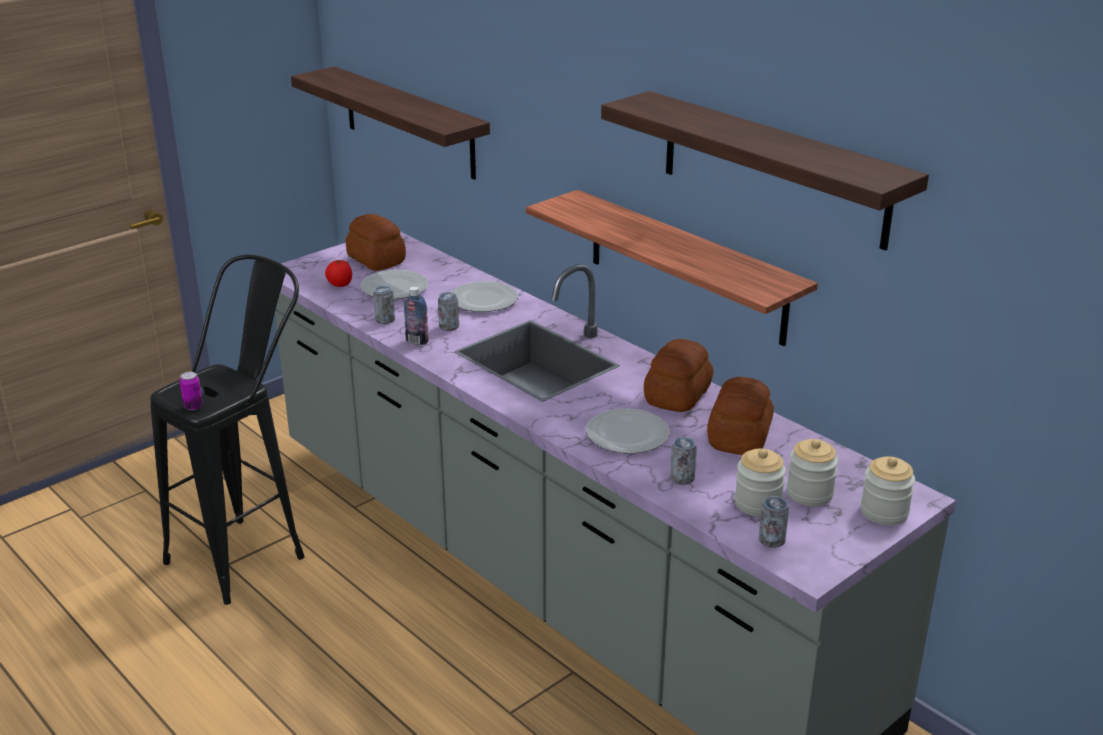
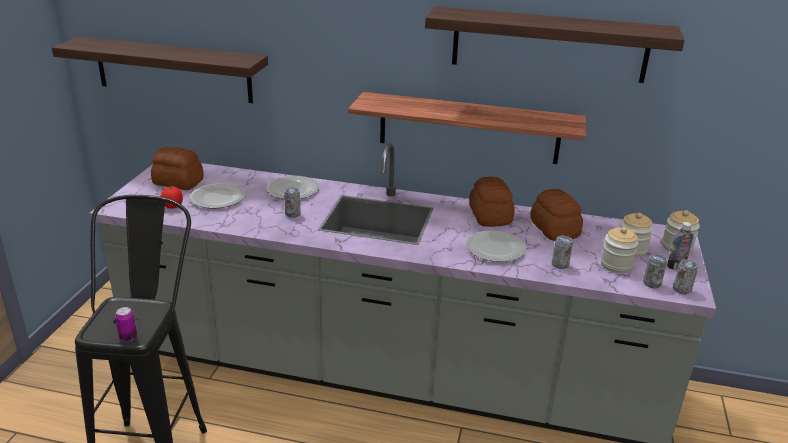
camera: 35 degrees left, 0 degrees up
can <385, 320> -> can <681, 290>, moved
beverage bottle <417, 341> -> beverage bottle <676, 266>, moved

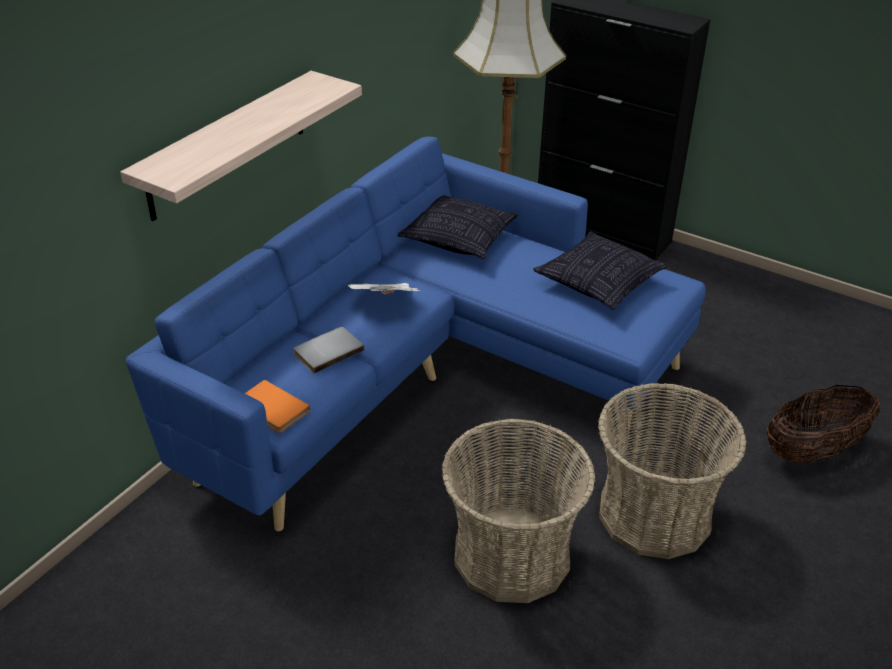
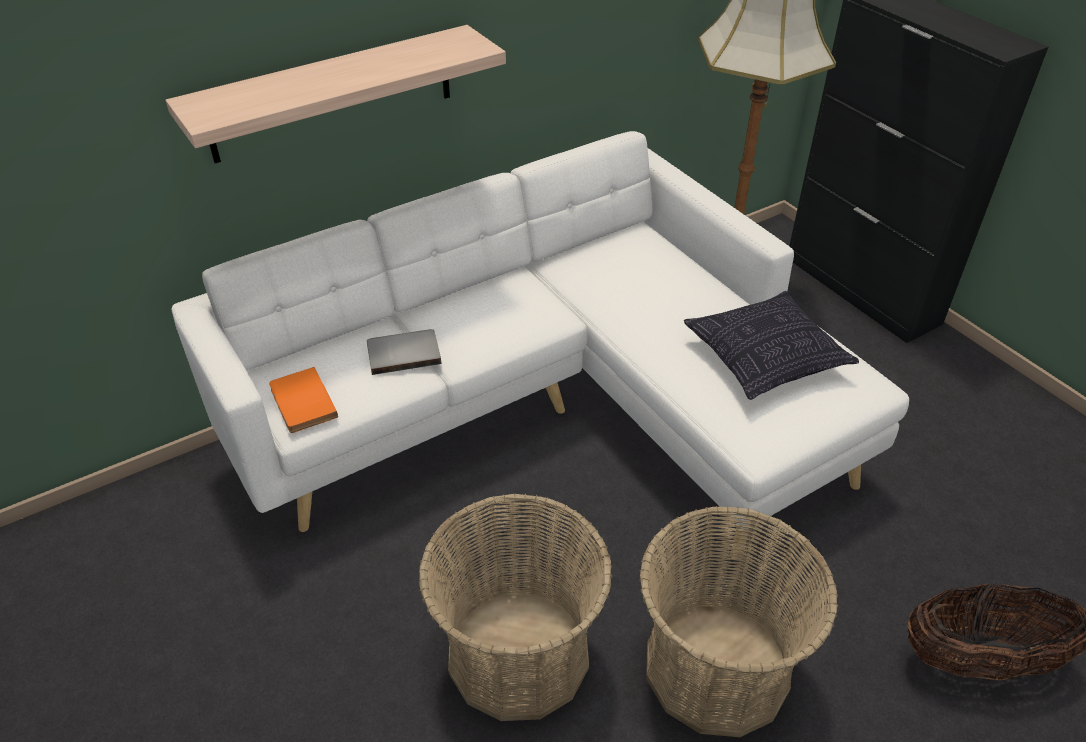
camera: 25 degrees right, 5 degrees up
settee (blue-coloured) <434, 380> -> settee (white) <561, 413>
cushion <459, 239> -> none
printed paper <387, 303> -> none

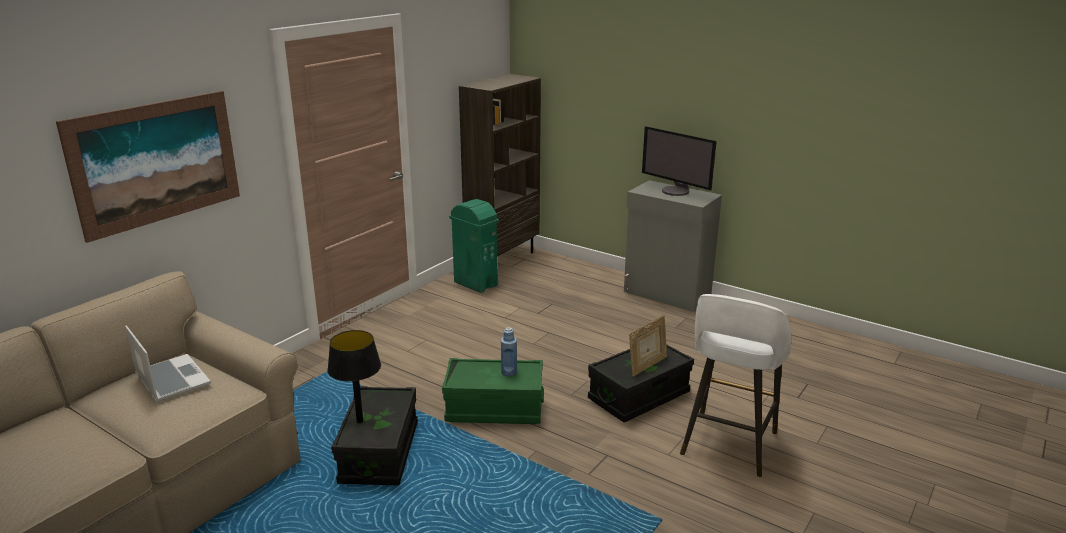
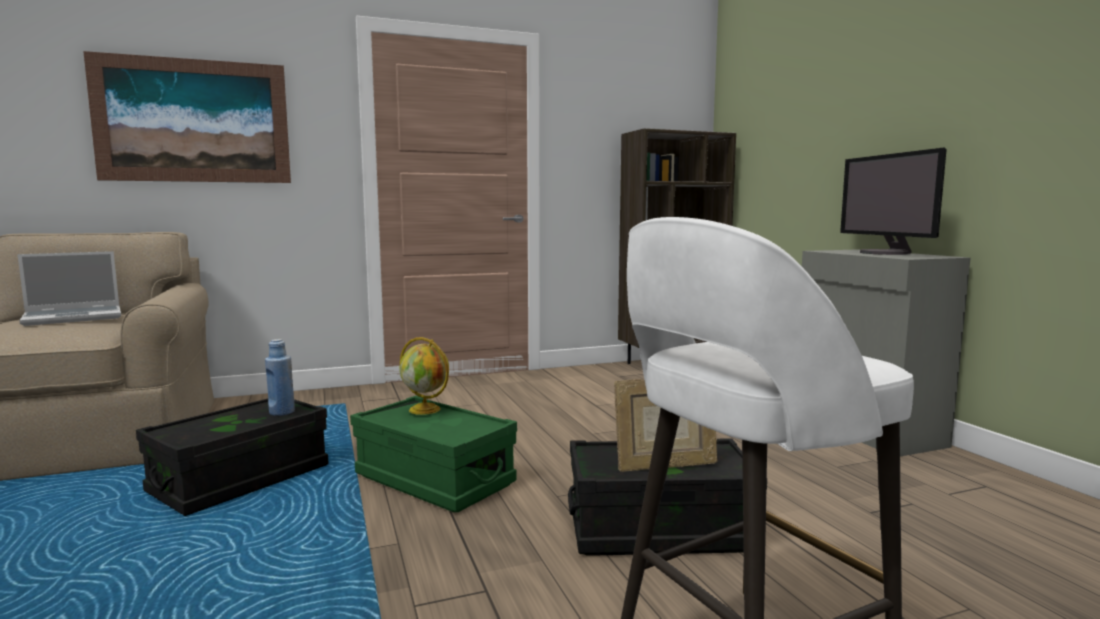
camera: 35 degrees right, 15 degrees down
waste bin (green) <475, 284> -> none
portable computer <171, 379> -> portable computer <75, 317>, 60 degrees clockwise
beverage bottle (blue-coloured) <509, 372> -> beverage bottle (blue-coloured) <282, 412>, moved
tabletop lamp (black-coloured) <360, 421> -> none
none -> globe <425, 409>

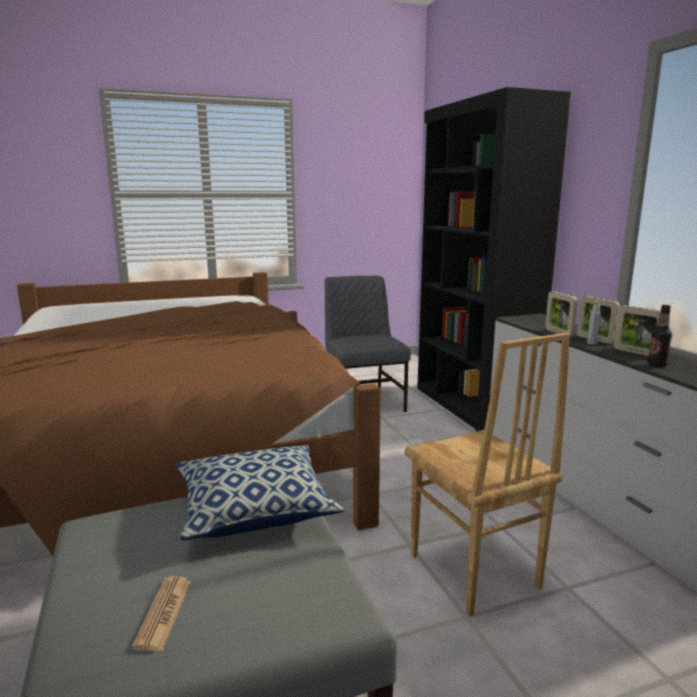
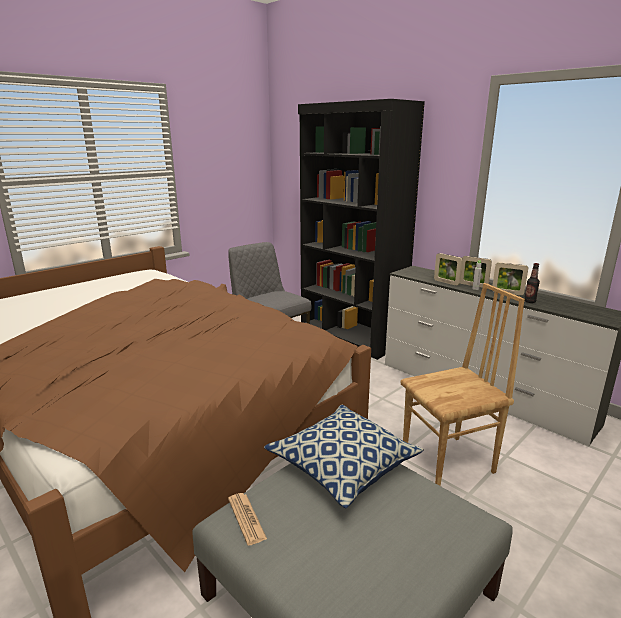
camera: 25 degrees left, 5 degrees up
upright chair (brown-coloured) <472, 572> -> upright chair (brown-coloured) <449, 463>, 60 degrees counterclockwise
printed paper <163, 613> -> printed paper <246, 518>, moved

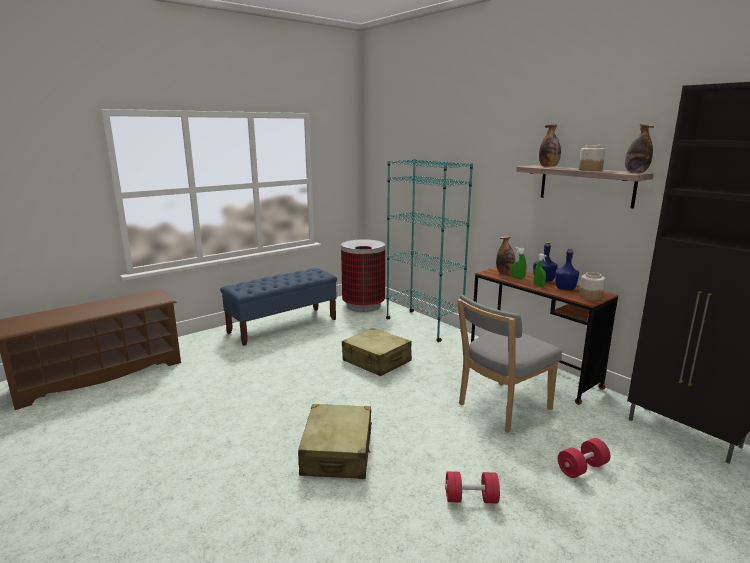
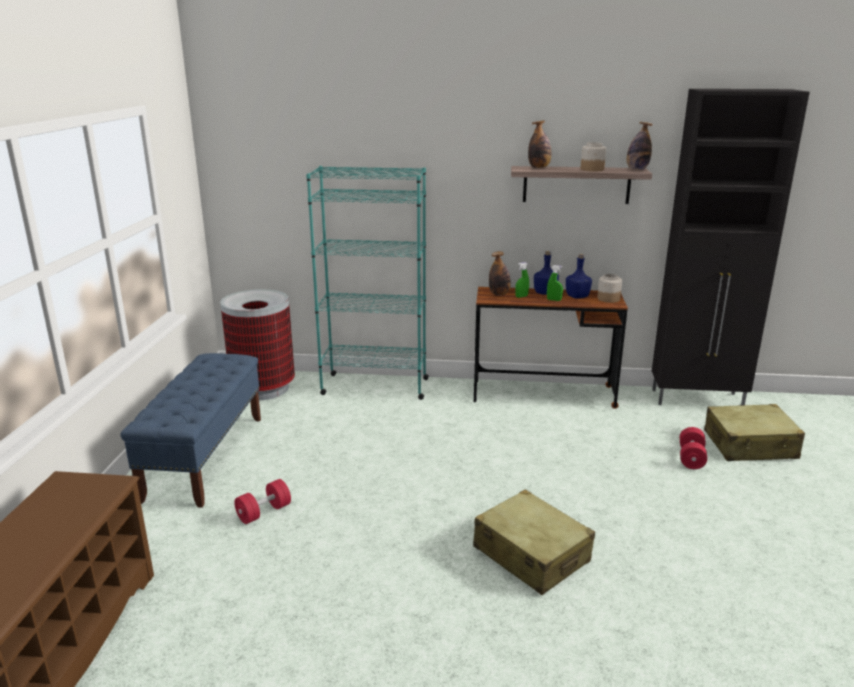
camera: 45 degrees left, 5 degrees up
upright chair (greyish) <501, 408> -> none
travel case (sand-coloured) <376, 361> -> travel case (sand-coloured) <750, 445>, moved
dumbbell (red) <471, 498> -> dumbbell (red) <264, 512>, moved

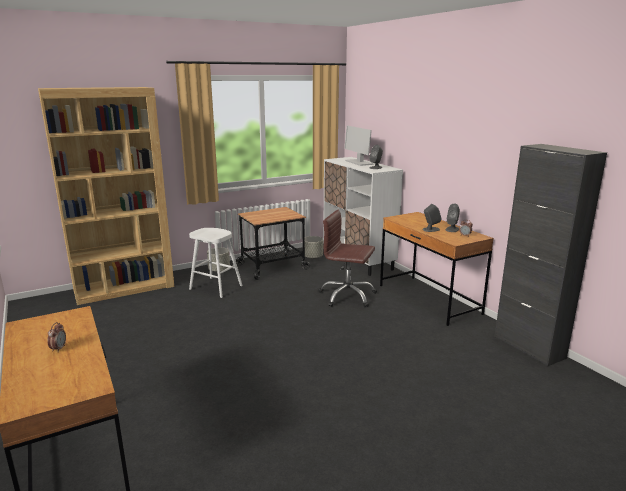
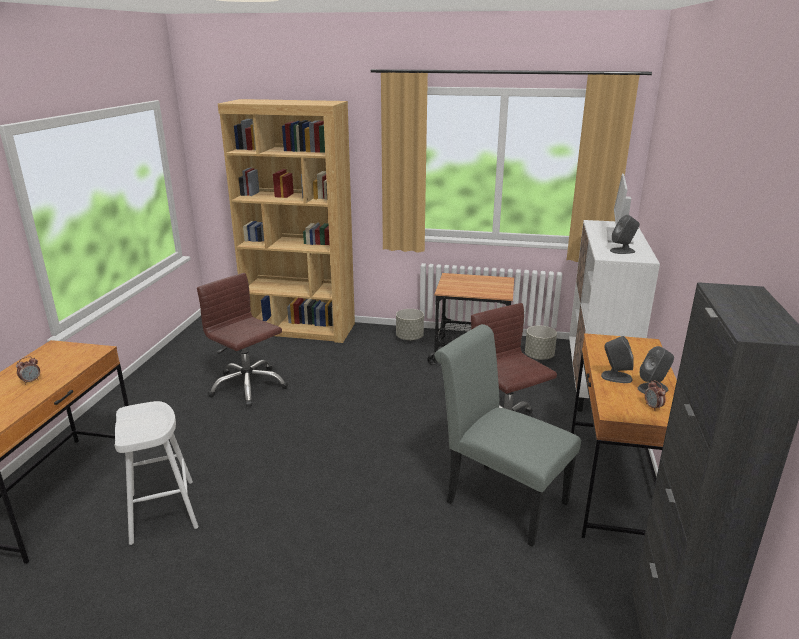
camera: 40 degrees right, 5 degrees up
sitting stool (white) <215, 287> -> sitting stool (white) <162, 511>, moved
none -> computer chair (brown-coloured) <247, 386>
none -> upright chair (greyish) <499, 499>

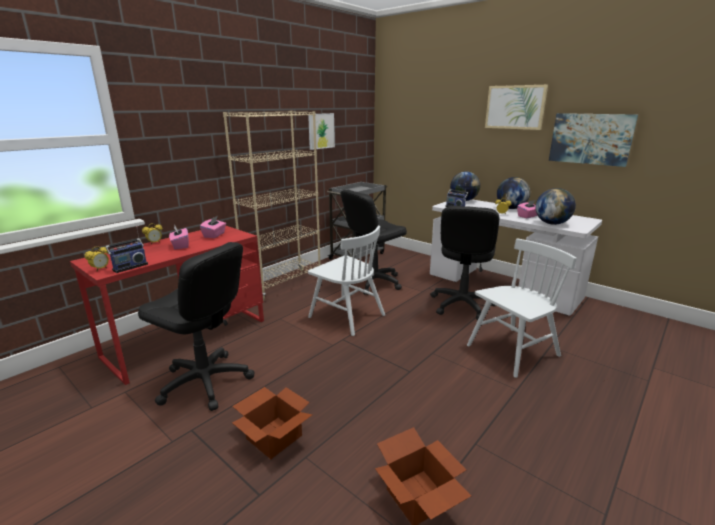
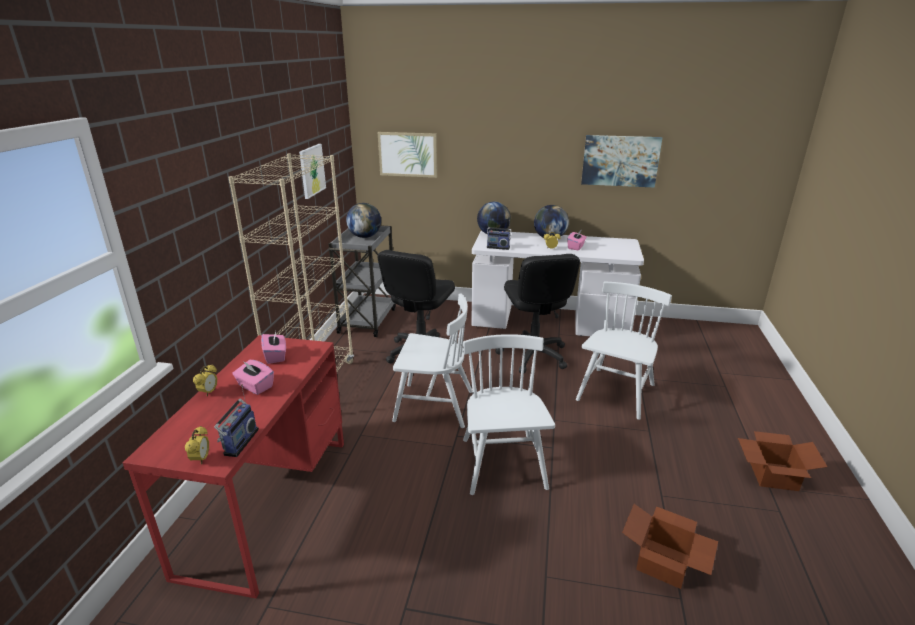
camera: 30 degrees left, 5 degrees up
wall art <515, 107> -> wall art <408, 154>, moved
globe <552, 223> -> globe <365, 236>, moved
computer chair (black-coloured) <205, 382> -> none
packing box <274, 436> -> packing box <771, 475>, moved
none -> upright chair (white) <503, 464>

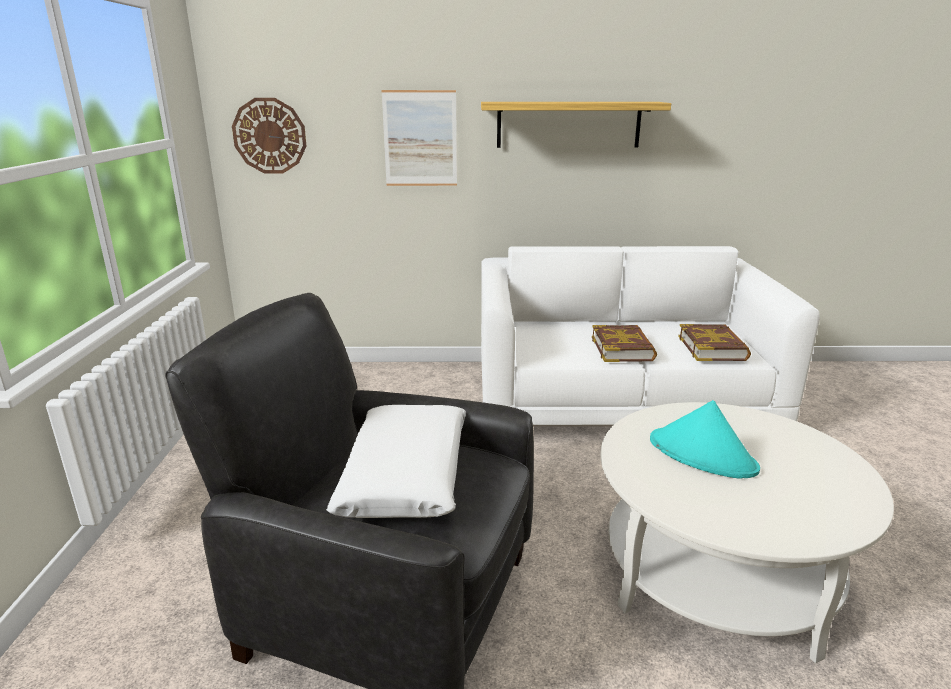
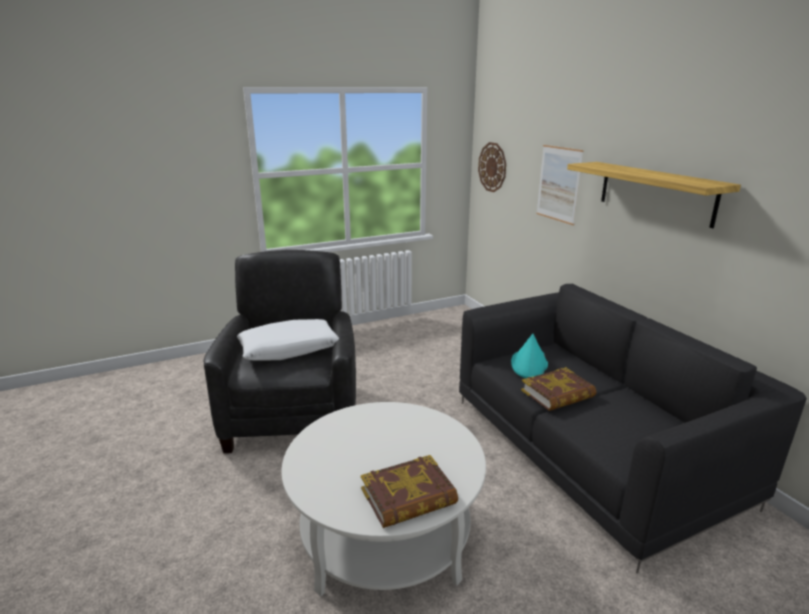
camera: 65 degrees right, 0 degrees up
settee (white) <619, 398> -> settee (black-coloured) <591, 449>
book <712, 348> -> book <408, 497>, moved
wearable hat (turquoise) <702, 454> -> wearable hat (turquoise) <529, 364>, moved

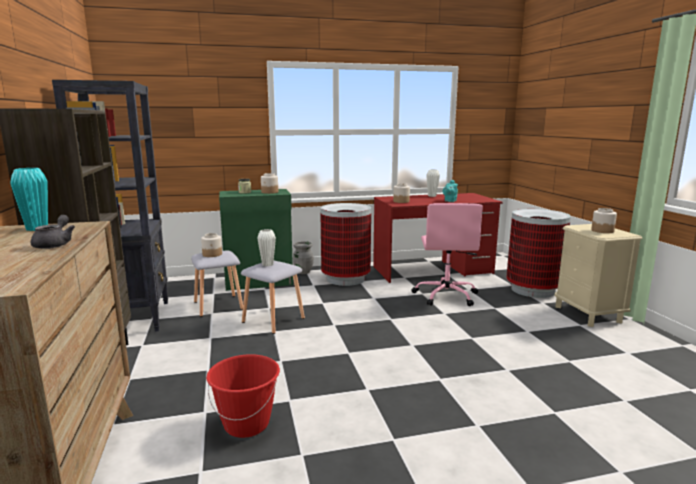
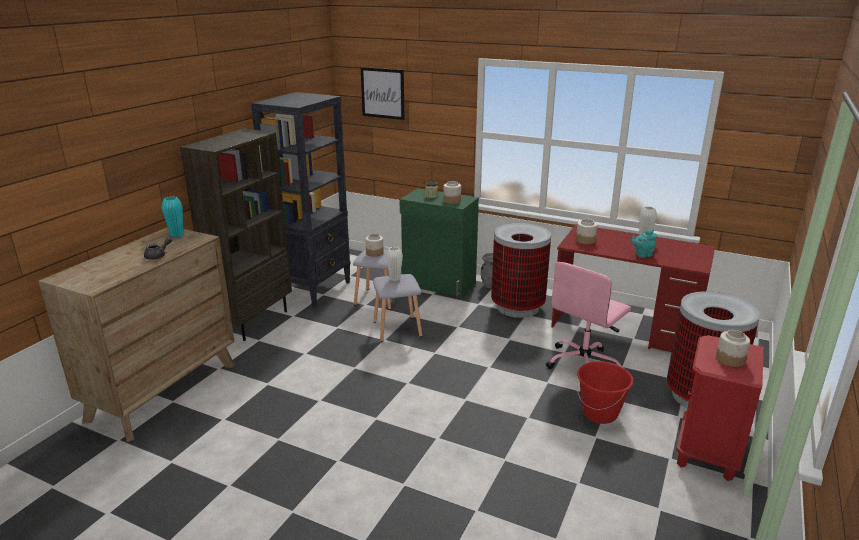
camera: 40 degrees right, 10 degrees up
nightstand (sand-coloured) <588, 314> -> nightstand (red) <707, 453>
water bucket (red) <247, 424> -> water bucket (red) <600, 413>, moved
none -> wall art <382, 93>

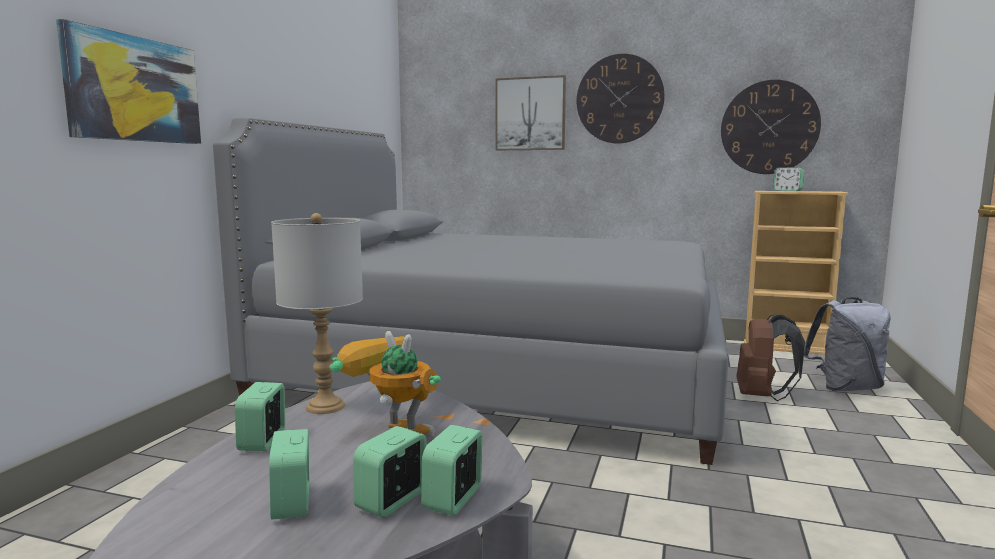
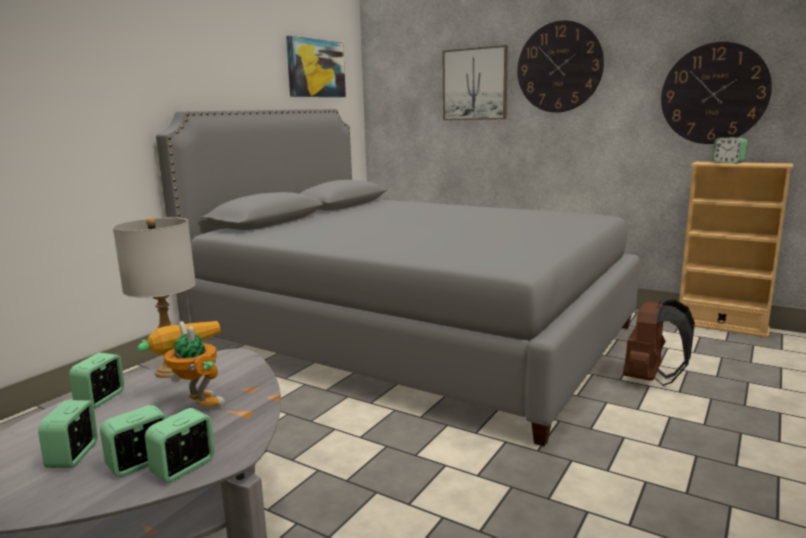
camera: 15 degrees right, 5 degrees up
wall art <134, 89> -> wall art <316, 68>, moved
rucksack (greyish) <845, 388> -> none

